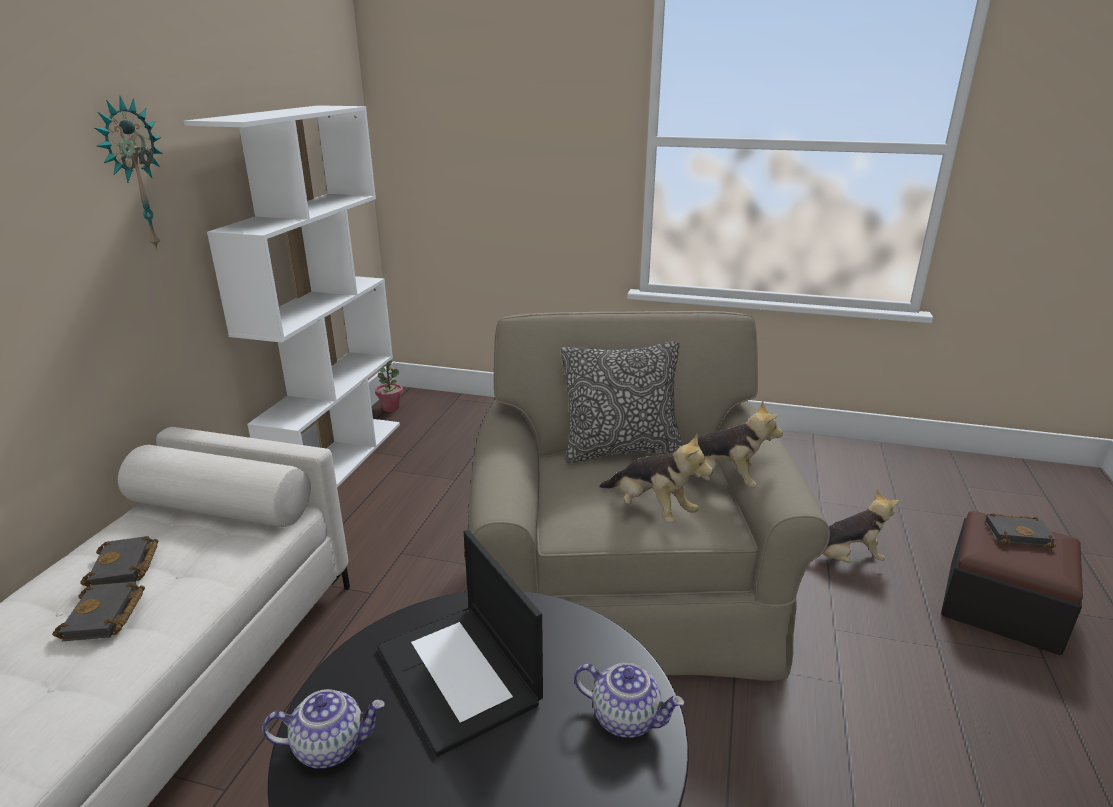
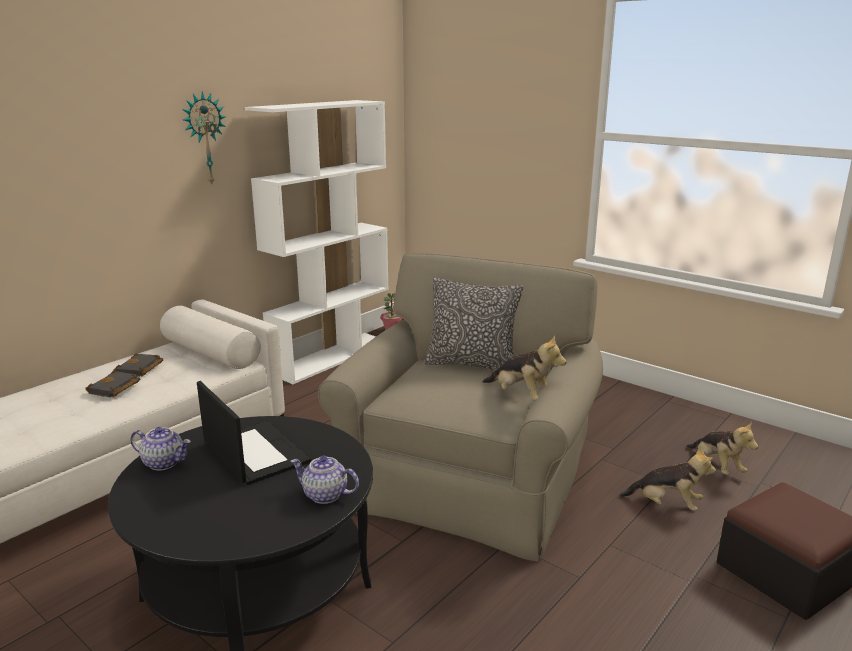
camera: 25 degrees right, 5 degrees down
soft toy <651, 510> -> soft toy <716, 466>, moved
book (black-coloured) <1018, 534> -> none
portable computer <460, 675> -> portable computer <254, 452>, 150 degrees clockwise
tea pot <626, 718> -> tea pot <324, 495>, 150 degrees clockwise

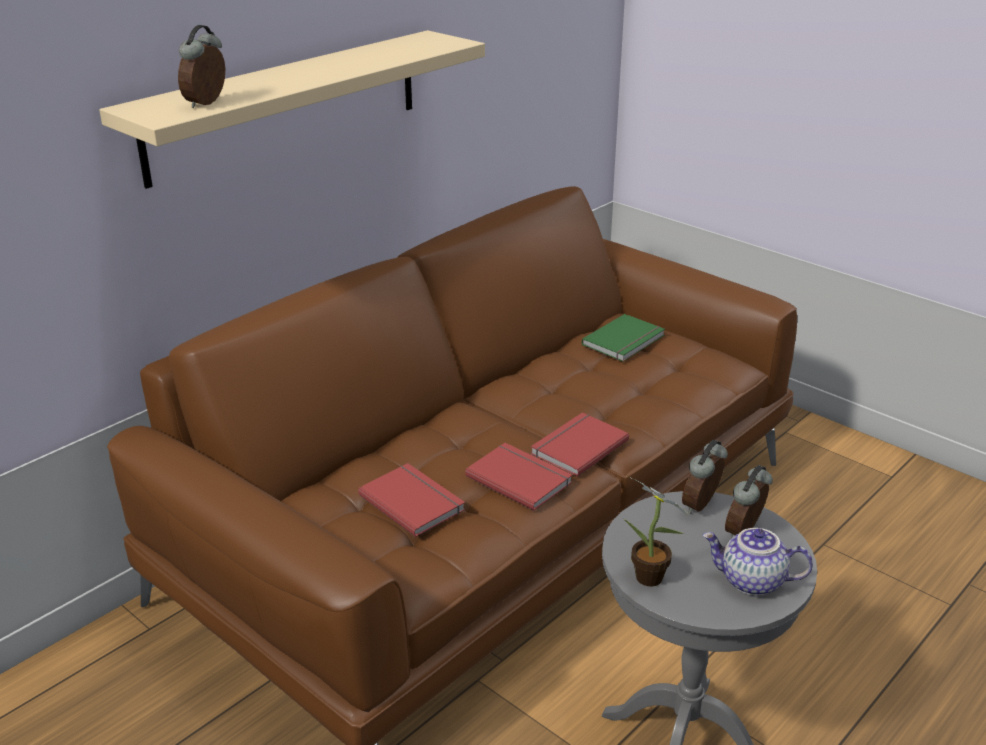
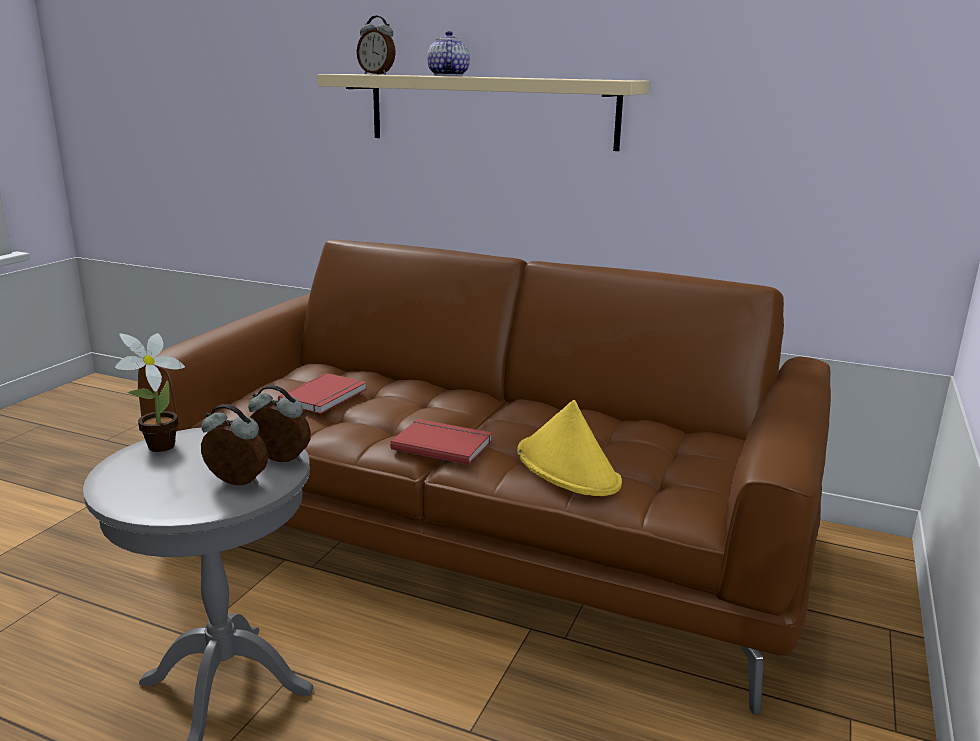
camera: 70 degrees right, 10 degrees down
bedside clock <207, 104> -> bedside clock <377, 74>, 150 degrees counterclockwise
book (green) <625, 341> -> none
book (red) <520, 478> -> none
tea pot <751, 582> -> tea pot <447, 76>, moved
none -> wearable hat (yellowish) <568, 468>

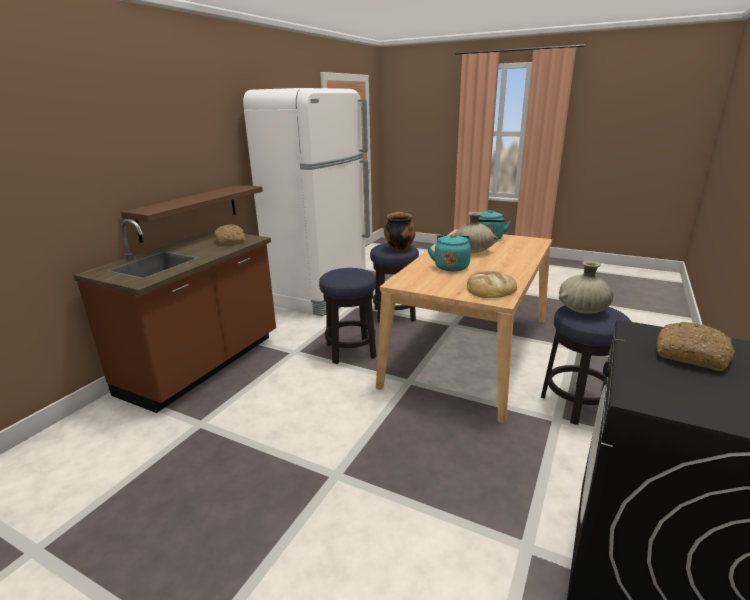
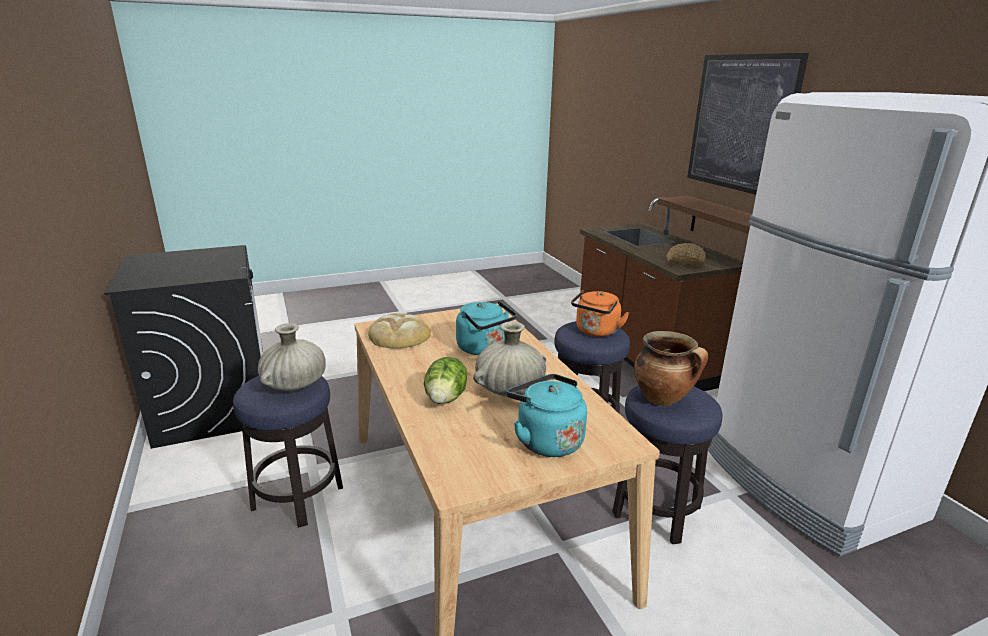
camera: 130 degrees right, 0 degrees up
bread <692, 355> -> none
none -> wall art <741, 123>
none -> tea kettle (orangey) <596, 332>
none -> head of lettuce <445, 399>

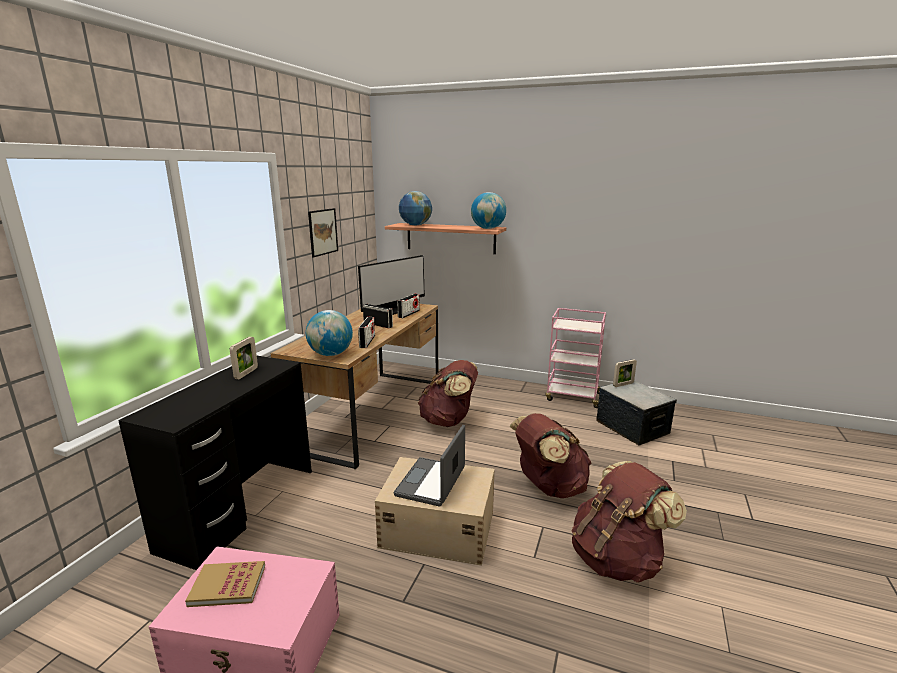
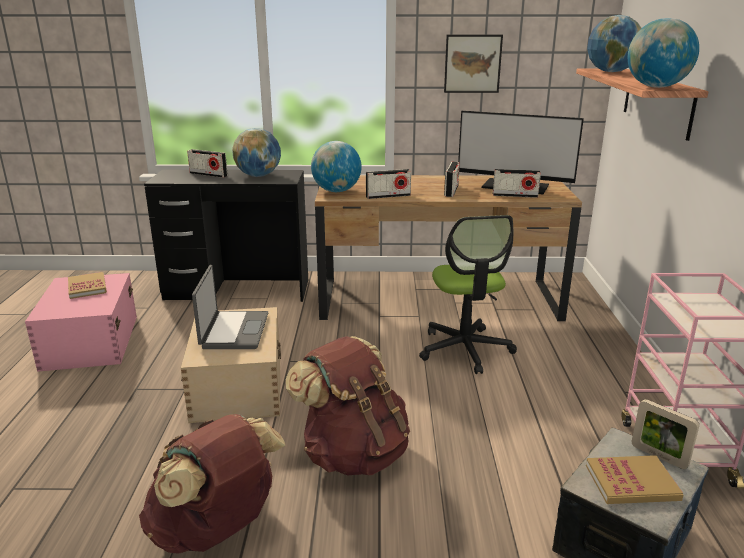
camera: 70 degrees right, 5 degrees up
picture frame <246, 373> -> globe <258, 176>
rucksack (brown-coloured) <449, 421> -> computer chair <465, 349>
portable computer <432, 482> -> portable computer <233, 331>, 90 degrees clockwise
none -> radio receiver <208, 174>
none -> book <631, 483>

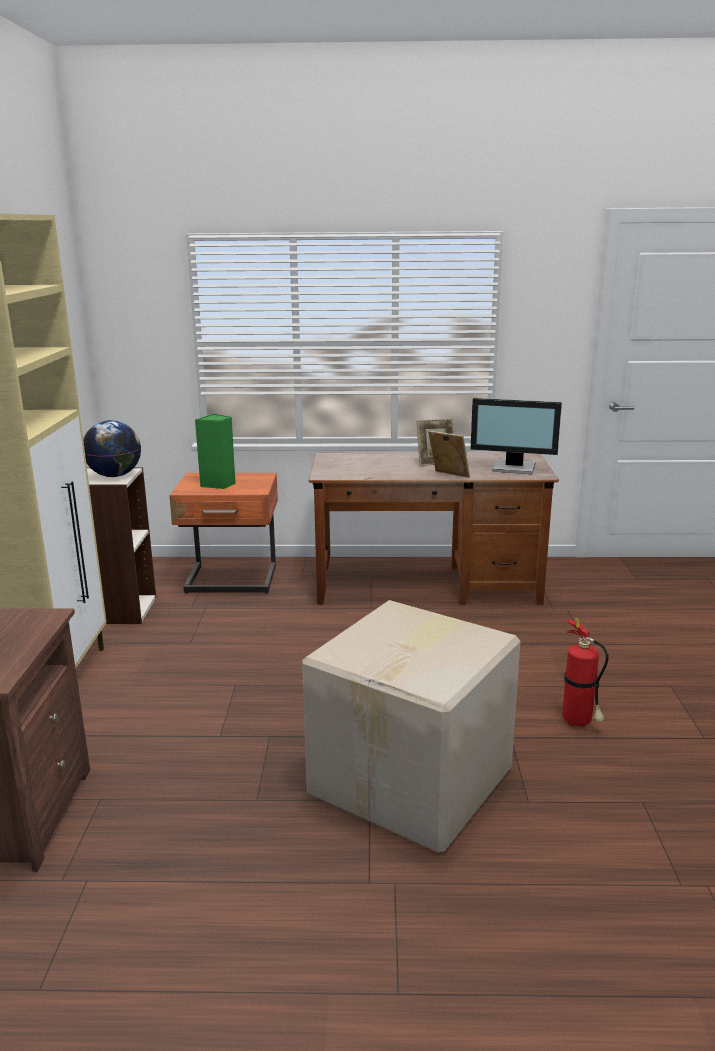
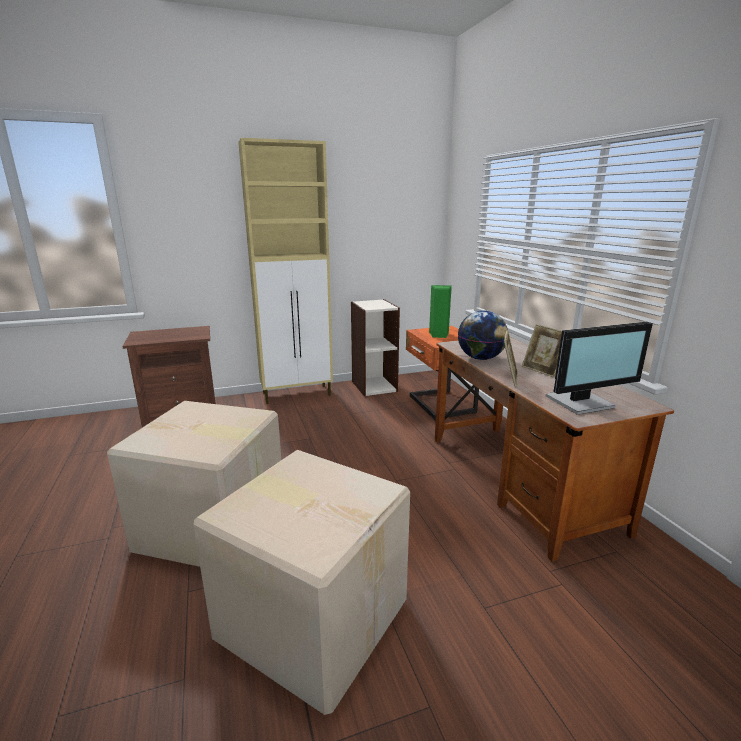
camera: 70 degrees right, 0 degrees up
monitor <514, 468> -> monitor <582, 403>, 105 degrees counterclockwise
globe <115, 476> -> globe <480, 358>, moved
fire extinguisher <579, 723> -> packing box <313, 616>

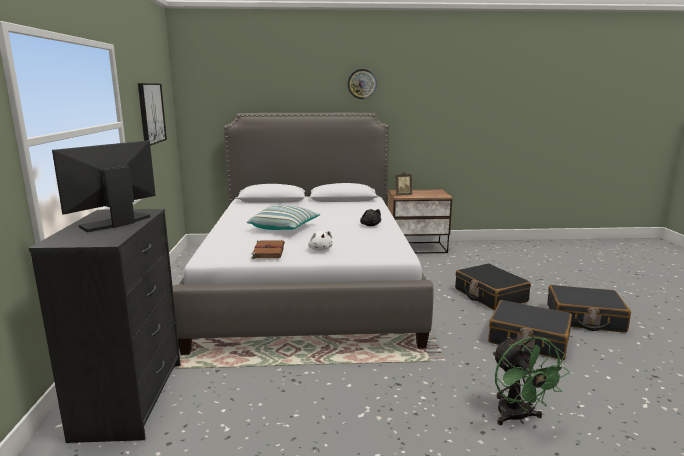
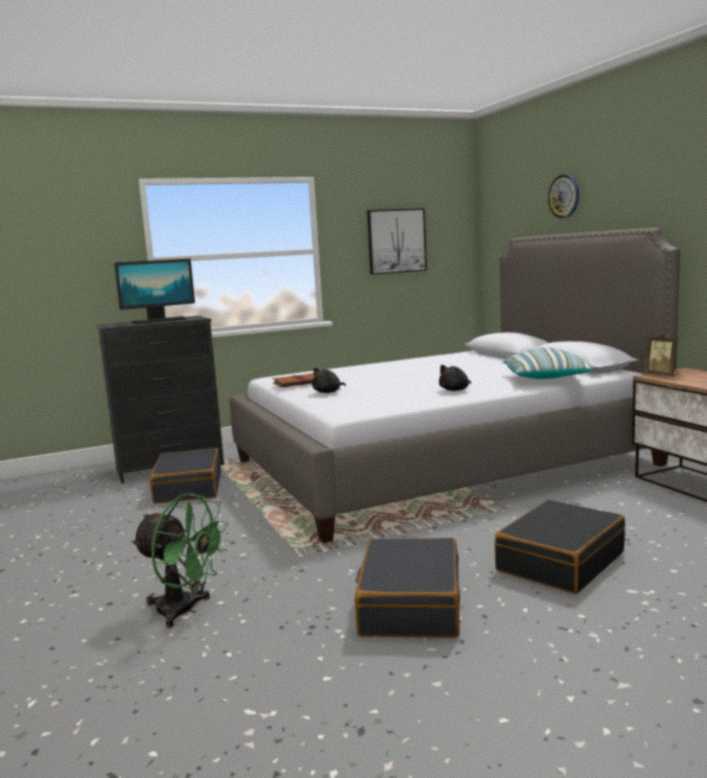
camera: 70 degrees right, 5 degrees down
wall clock <361, 84> -> wall clock <564, 196>, moved
monitor <116, 223> -> monitor <159, 321>, 135 degrees clockwise
cushion <284, 228> -> cushion <546, 379>, moved
soft toy (white) <320, 249> -> soft toy (black-coloured) <328, 392>
travel case (black-coloured) <584, 318> -> travel case (black-coloured) <188, 488>, moved
cooling fan (green) <517, 418> -> cooling fan (green) <185, 611>, 120 degrees counterclockwise

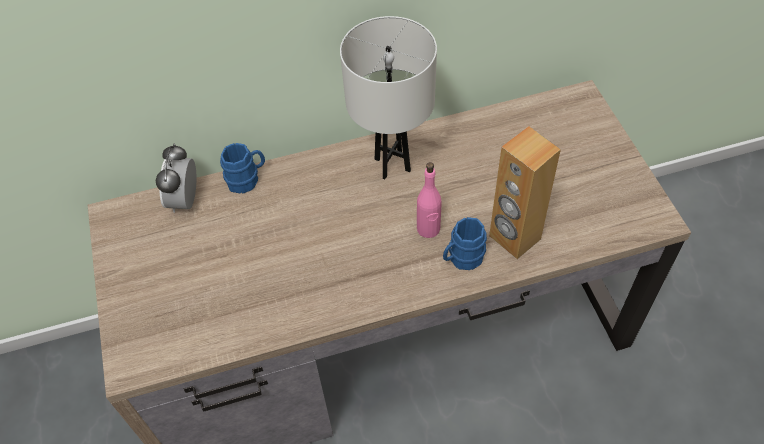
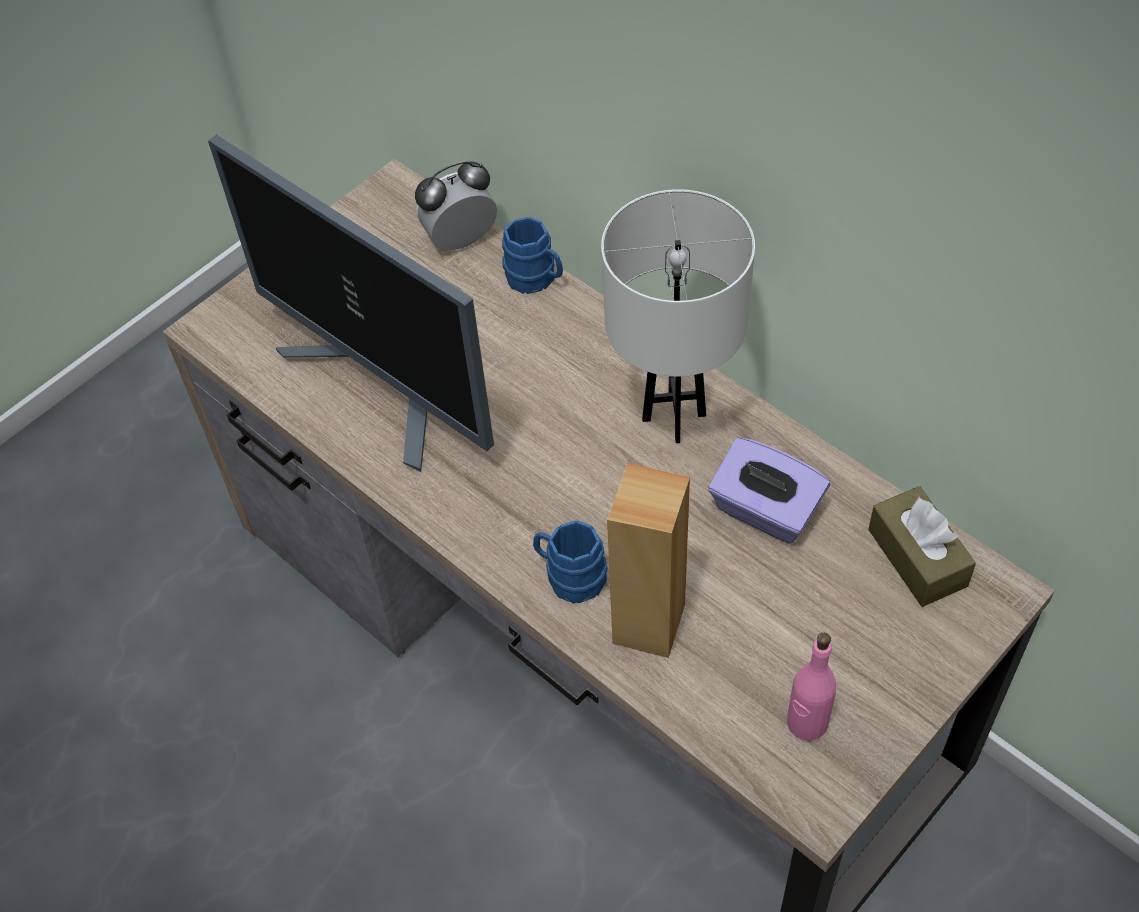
camera: 60 degrees right, 0 degrees up
beverage bottle (pink-coloured) <428, 229> -> beverage bottle (pink-coloured) <806, 723>, moved
none -> monitor <385, 386>
none -> tissue holder (purple) <765, 511>
none -> tissue holder (brown-coloured) <917, 557>

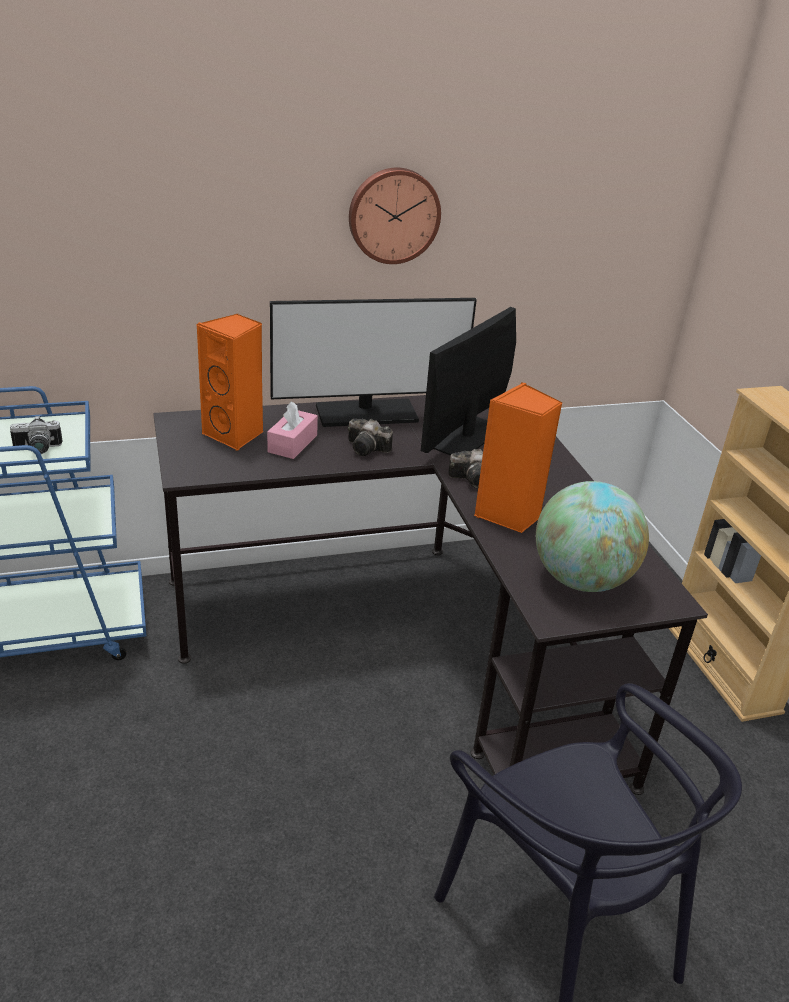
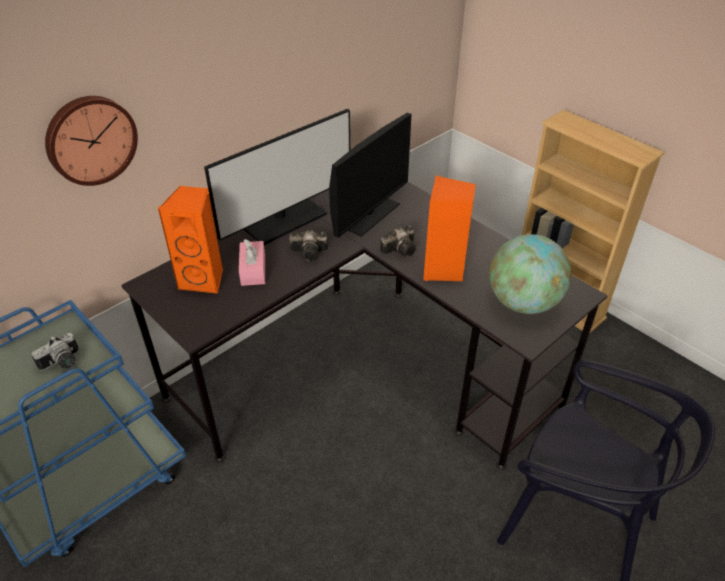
camera: 25 degrees left, 10 degrees up
wall clock <393, 215> -> wall clock <90, 139>, moved
monitor <467, 437> -> monitor <369, 214>, 150 degrees counterclockwise

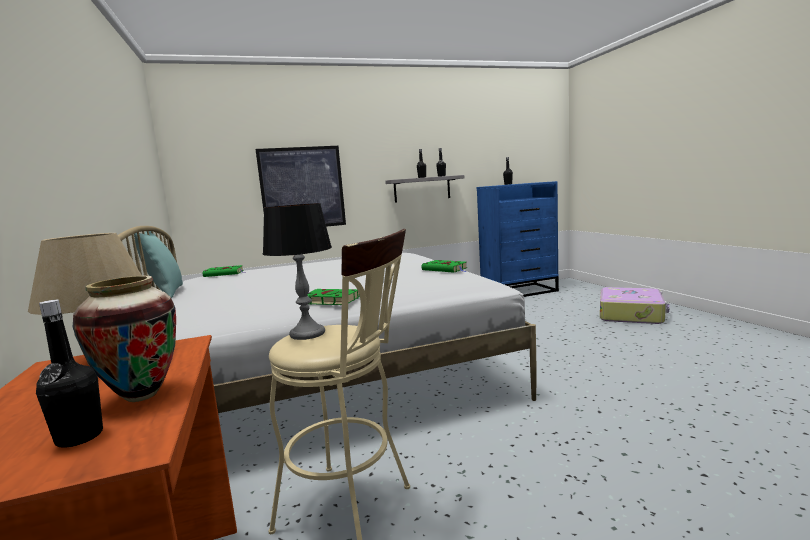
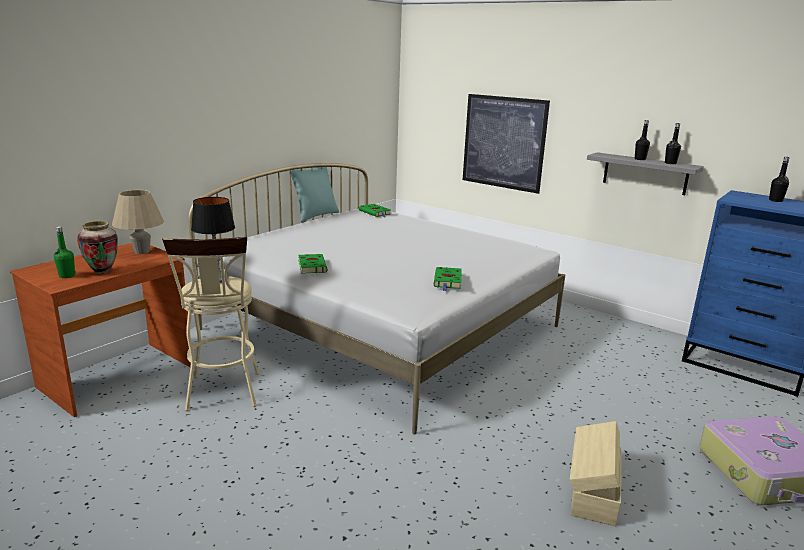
camera: 55 degrees right, 10 degrees up
beverage bottle (black-coloured) <79, 437> -> beverage bottle (green) <67, 276>
none -> storage box (sand-coloured) <593, 491>

